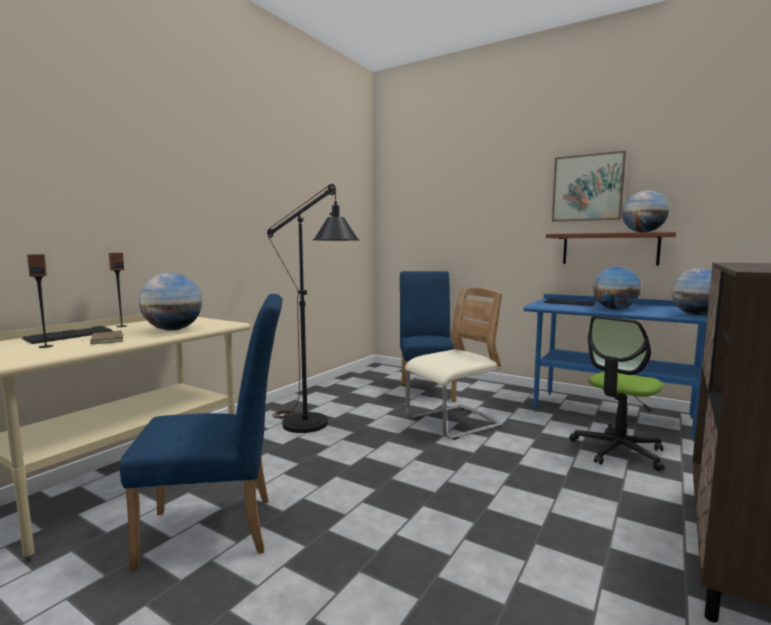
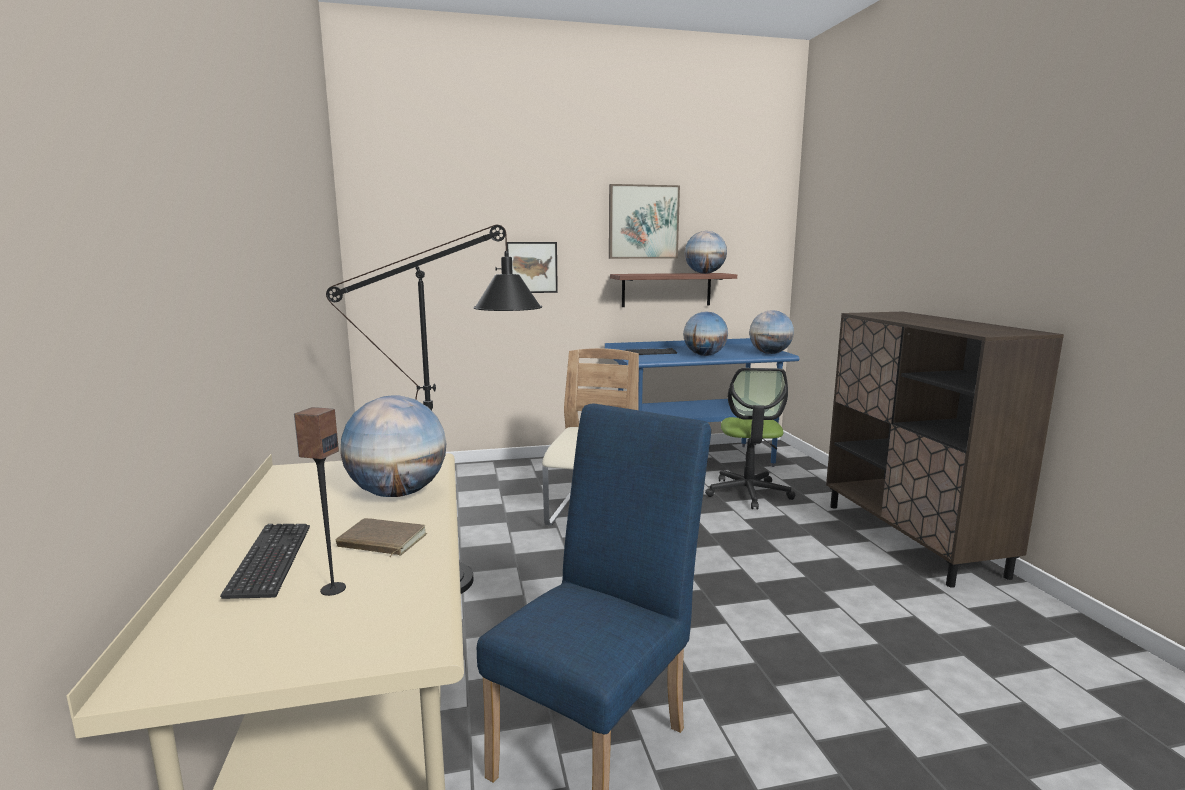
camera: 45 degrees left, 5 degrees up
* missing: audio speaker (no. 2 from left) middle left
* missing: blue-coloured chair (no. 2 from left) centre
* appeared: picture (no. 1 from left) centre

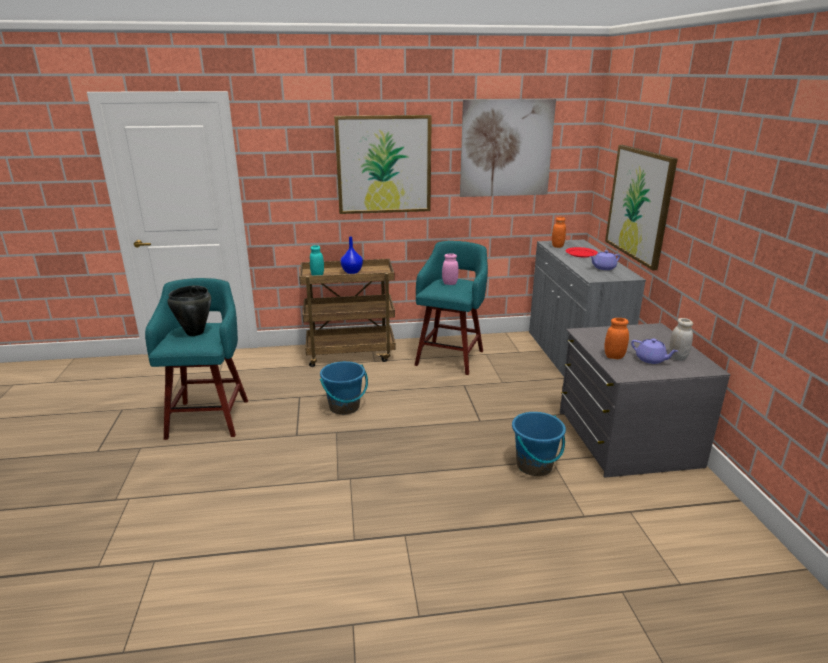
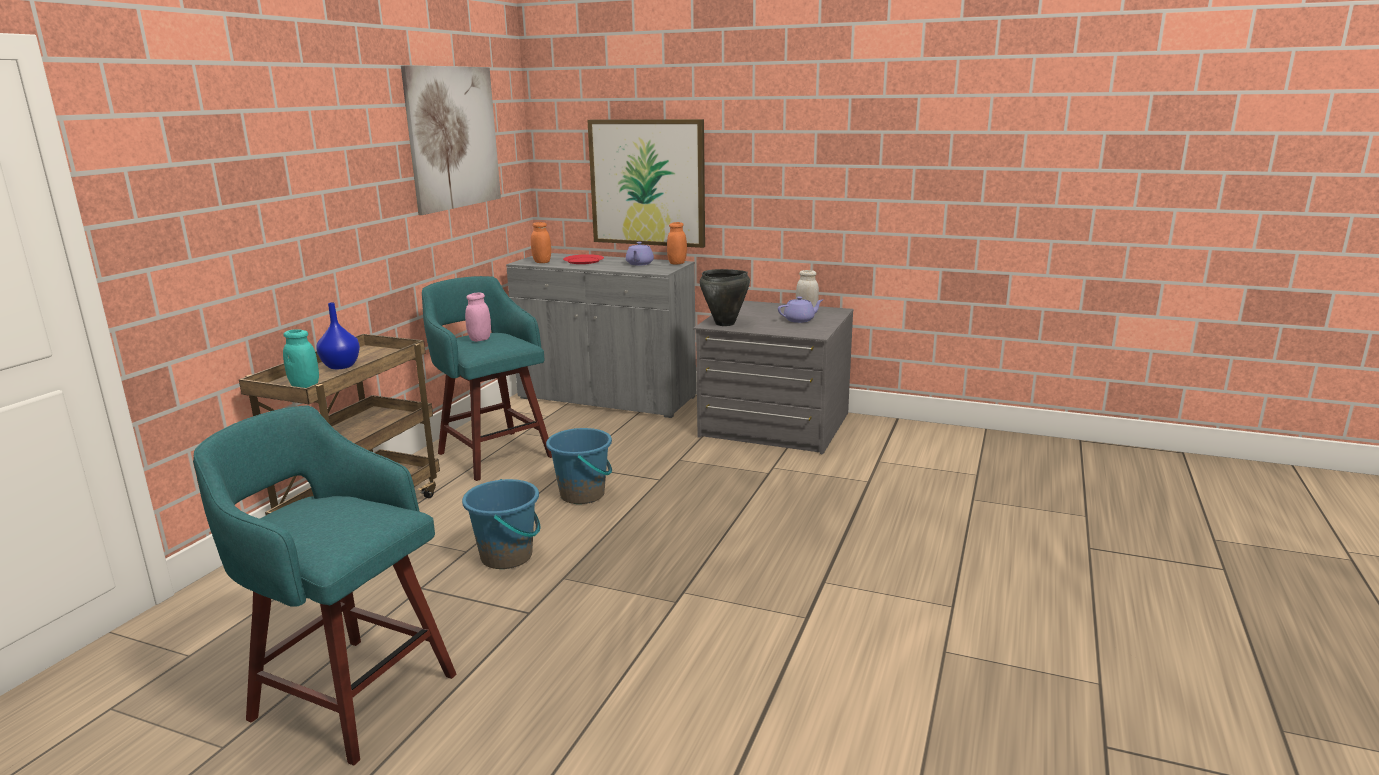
camera: 60 degrees left, 5 degrees down
* missing: picture (no. 1 from left) top centre
* relocated: blackish stockpot middle left to centre
* relocated: orangey storage jar (no. 2 from left) middle right to top centre
* relocated: blue-coloured water bucket (no. 2 from left) bottom centre to centre

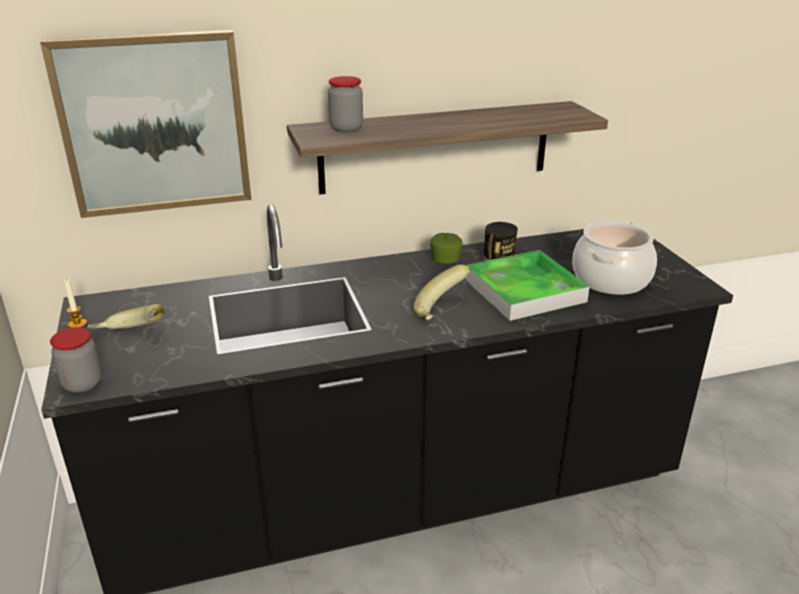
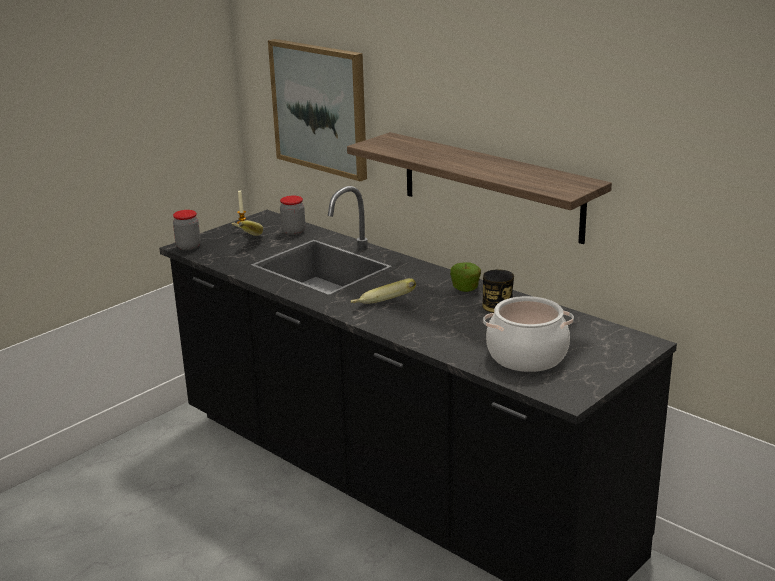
camera: 60 degrees right, 5 degrees down
* relocated: storage jar (no. 2 from left) top centre to centre
* missing: tray centre

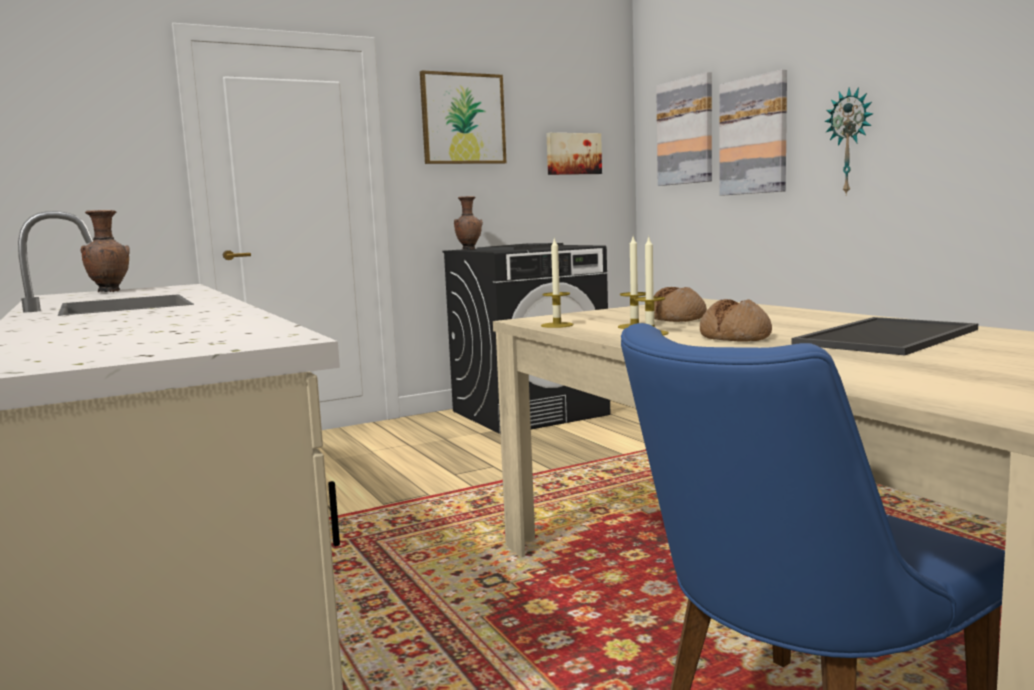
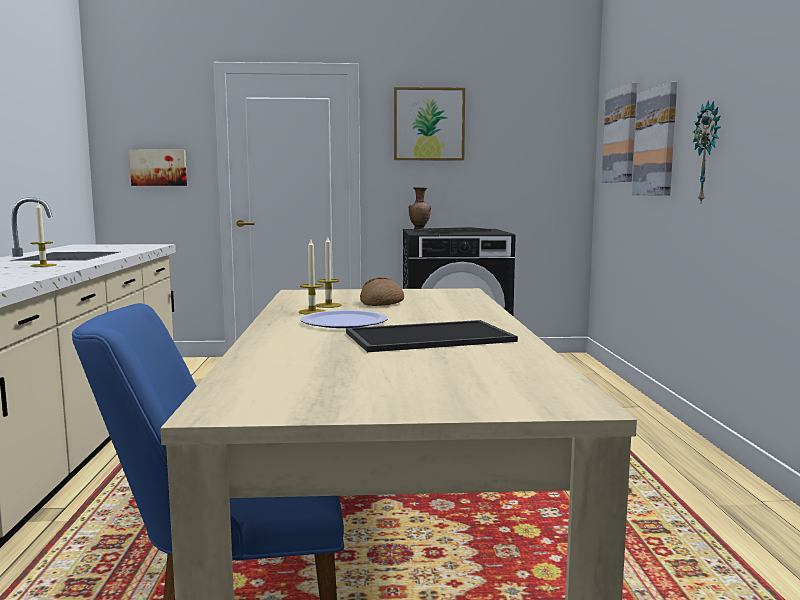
camera: 25 degrees right, 0 degrees up
* relocated: picture (no. 2 from left in the first image) top centre to picture (no. 1 from left) top left
* missing: brown-coloured decorative vase (no. 1 from left) middle left
* relocated: wax light (no. 1 from left) centre to middle left
* exchanged: bakery bread (no. 2 from left) middle right to flat dish centre

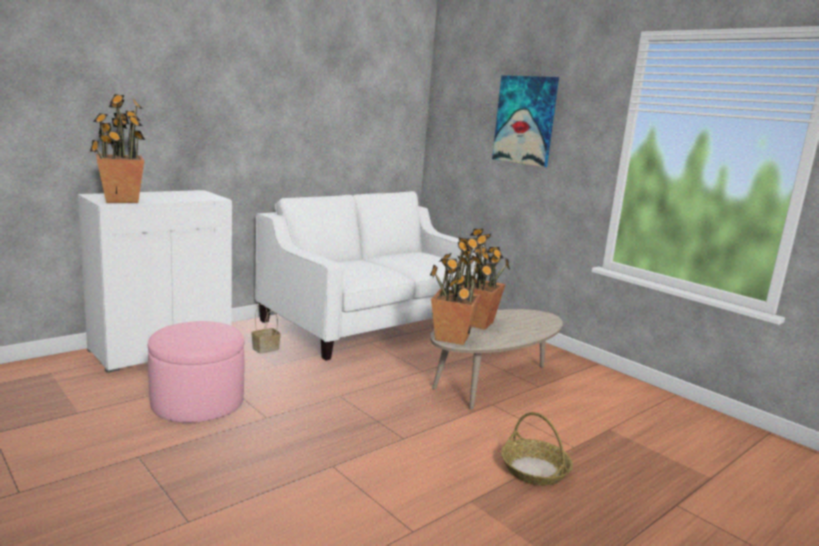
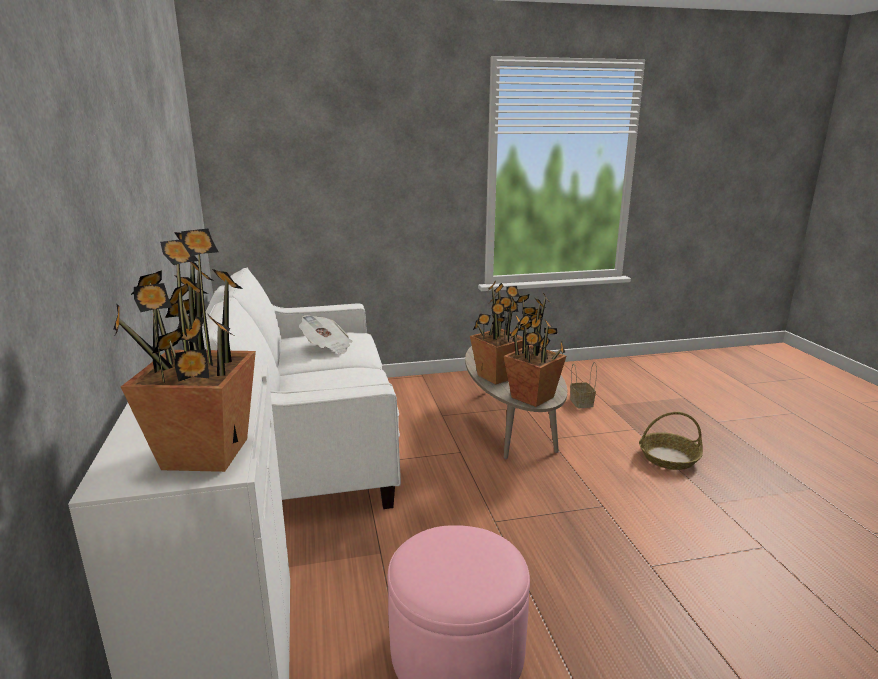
camera: 60 degrees left, 5 degrees up
* missing: picture top centre
* relocated: storage basket (no. 1 from left) middle left to centre
* appeared: newspaper centre

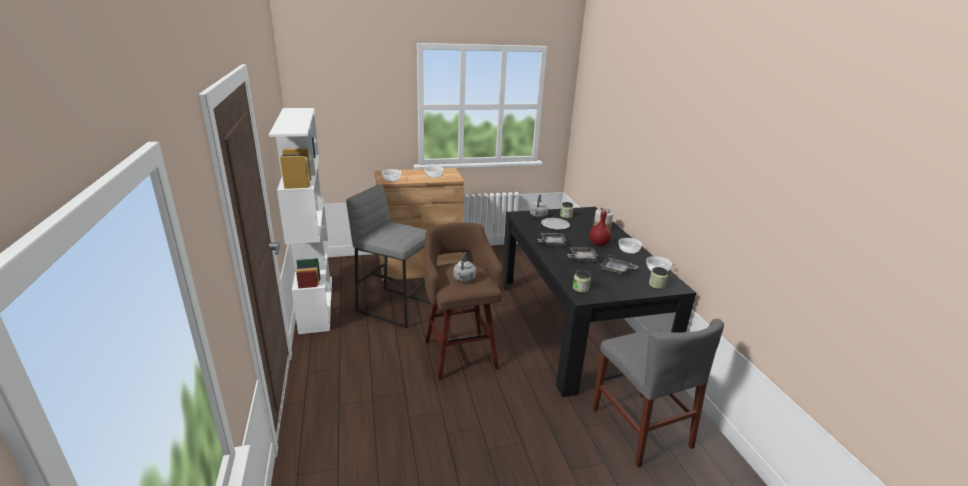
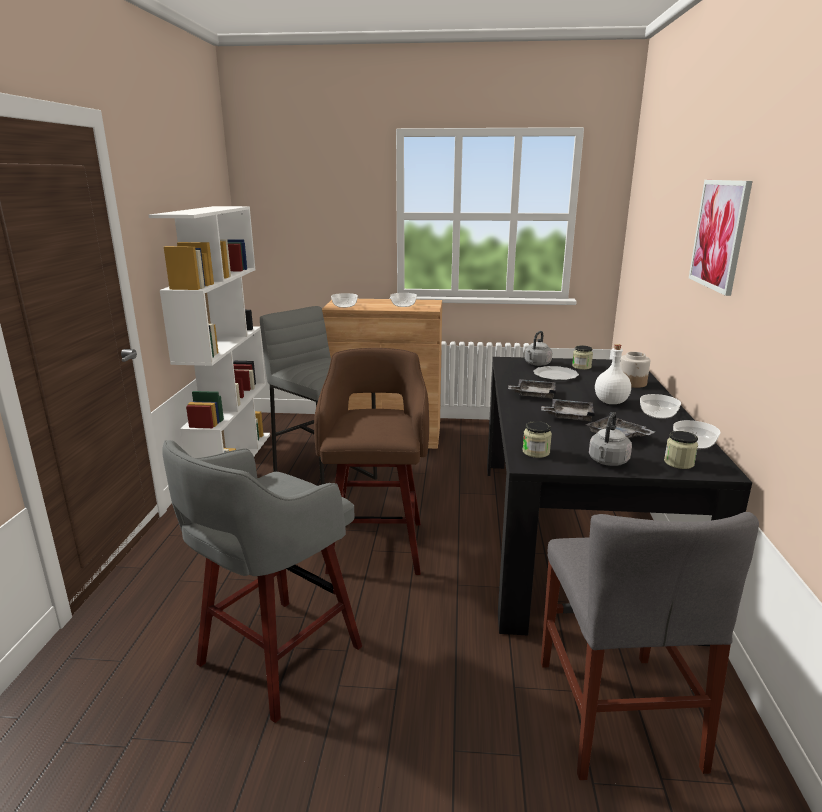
camera: 20 degrees right, 5 degrees down
* colour: red beverage bottle centre to white beverage bottle middle right
* relocated: greyish tea kettle (no. 1 from left in the first image) centre to greyish tea kettle (no. 2 from left) middle right
* appeared: picture top right
* appeared: greyish stool (no. 1 from left) bottom left

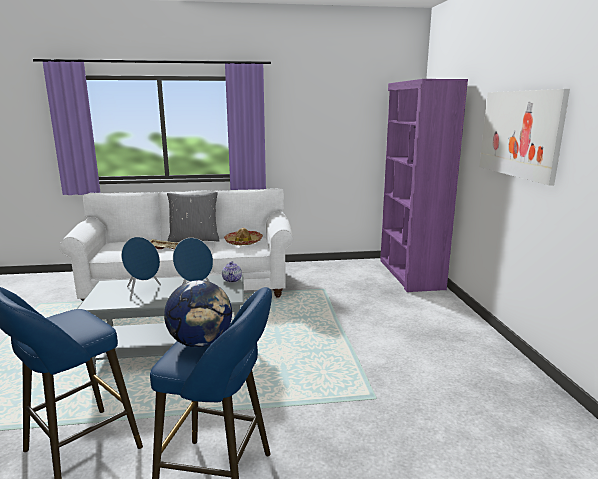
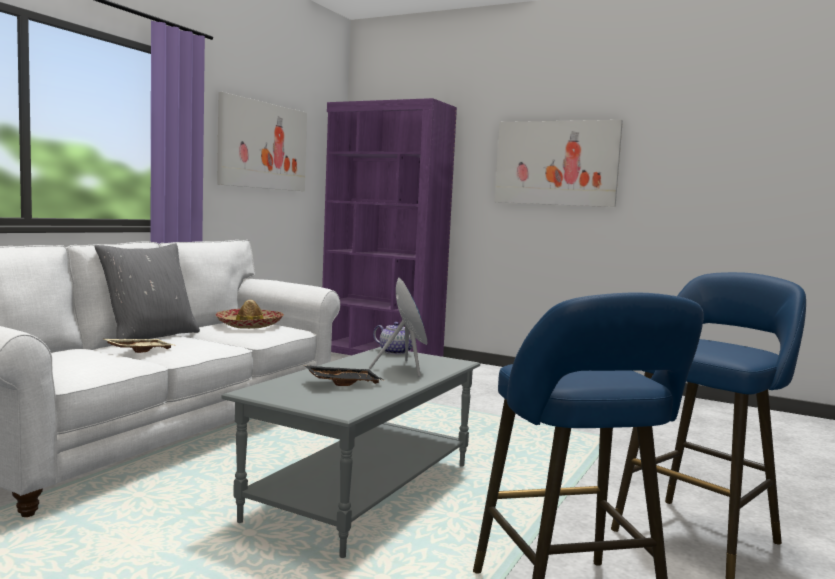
camera: 55 degrees left, 10 degrees down
* exchanged: blue-coloured audio speaker (no. 1 from left) middle left to blackish tray centre
* missing: world globe middle left
* appeared: picture (no. 1 from left) top left

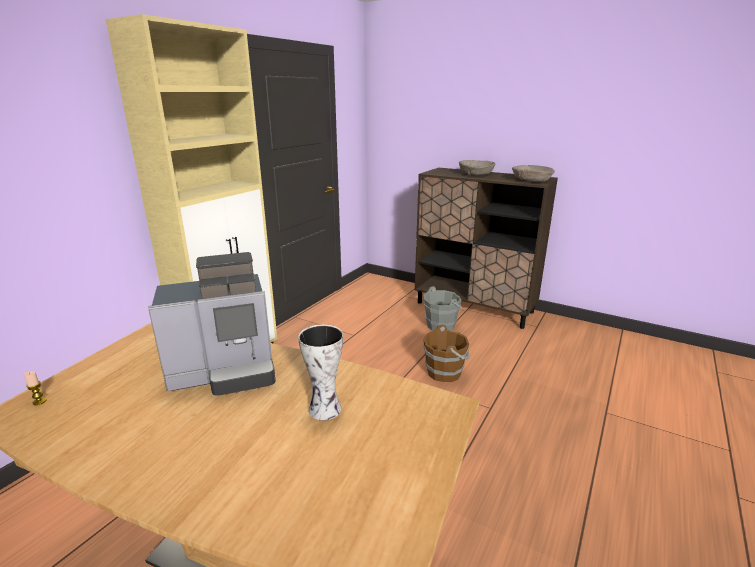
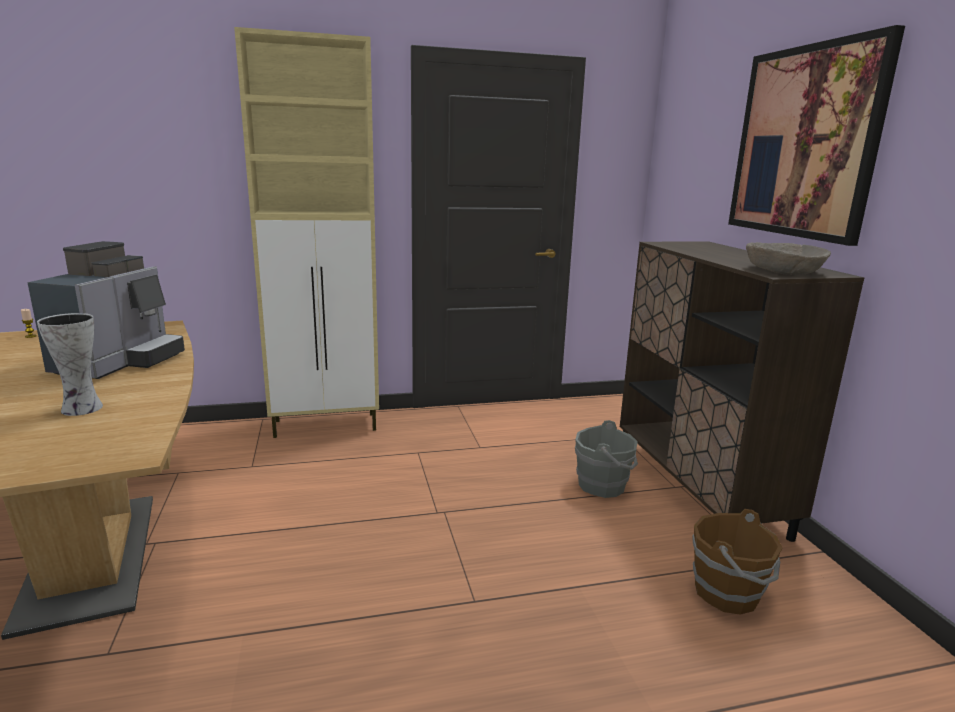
camera: 45 degrees right, 5 degrees down
* missing: beige bowl (no. 1 from left) top centre
* spun: coffee machine middle left = middle left 105 degrees counterclockwise
* relocated: brown-coloured water bucket centre to bottom right
* appeared: picture top right

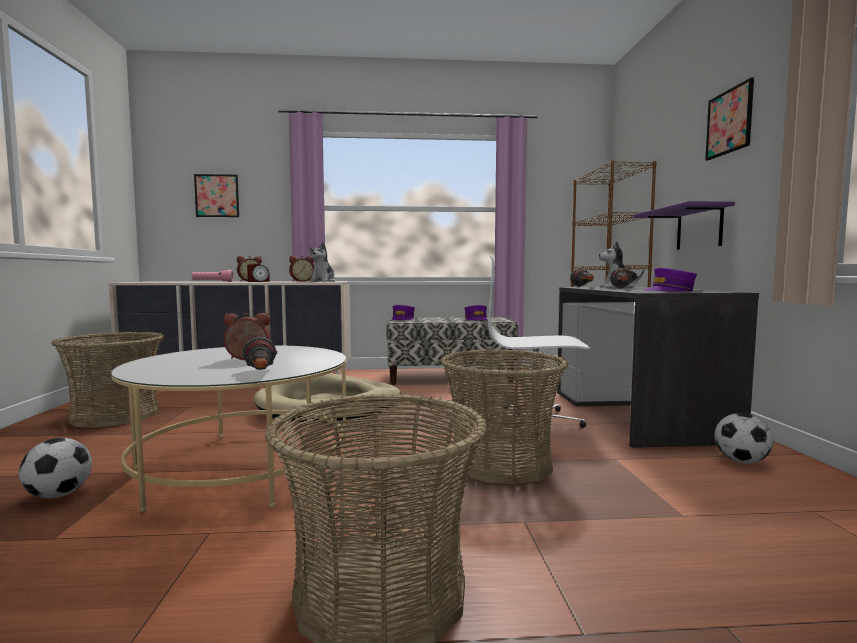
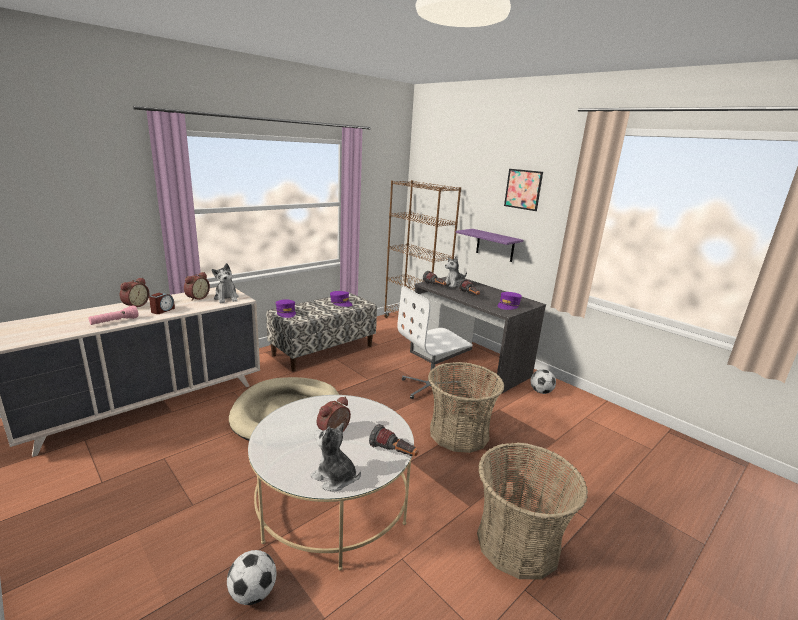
camera: 40 degrees left, 15 degrees up
* missing: picture (no. 1 from left) top left
* missing: storage basket (no. 1 from left) middle left
* appeared: plush toy (no. 2 from left) bottom centre

